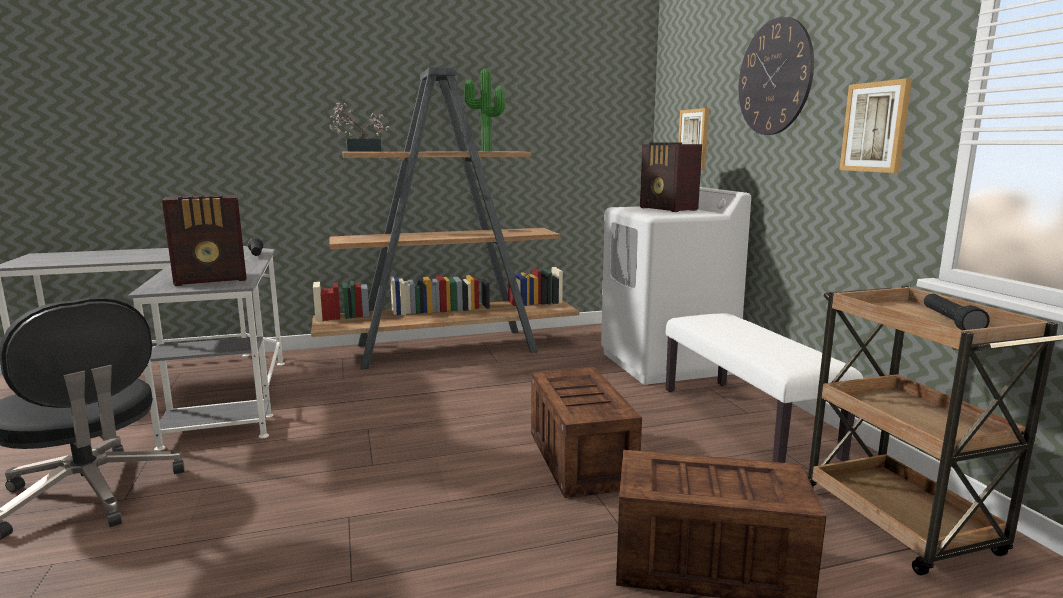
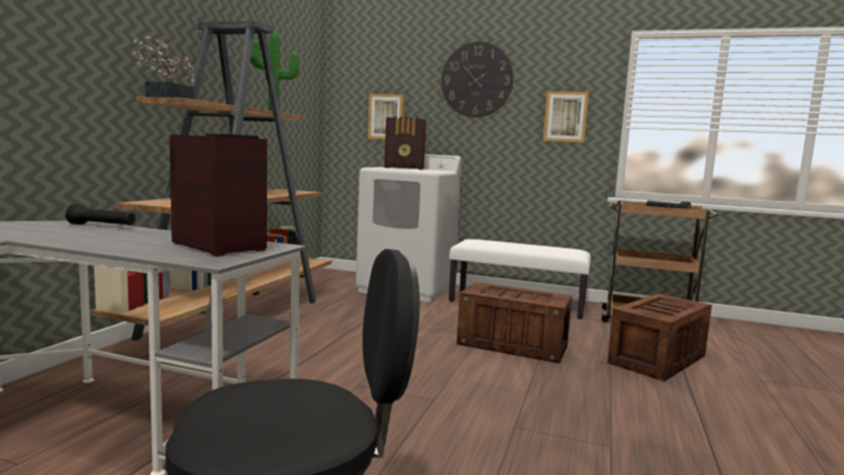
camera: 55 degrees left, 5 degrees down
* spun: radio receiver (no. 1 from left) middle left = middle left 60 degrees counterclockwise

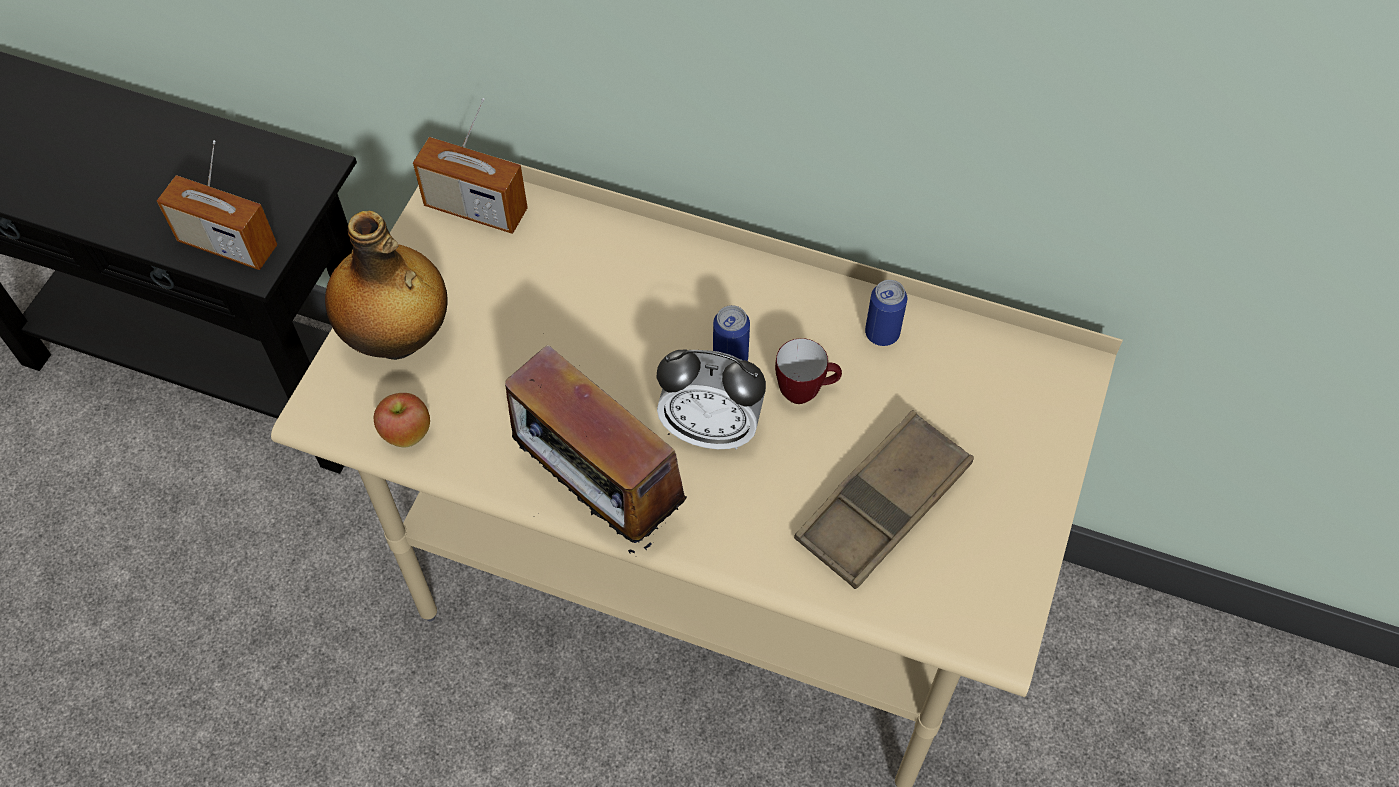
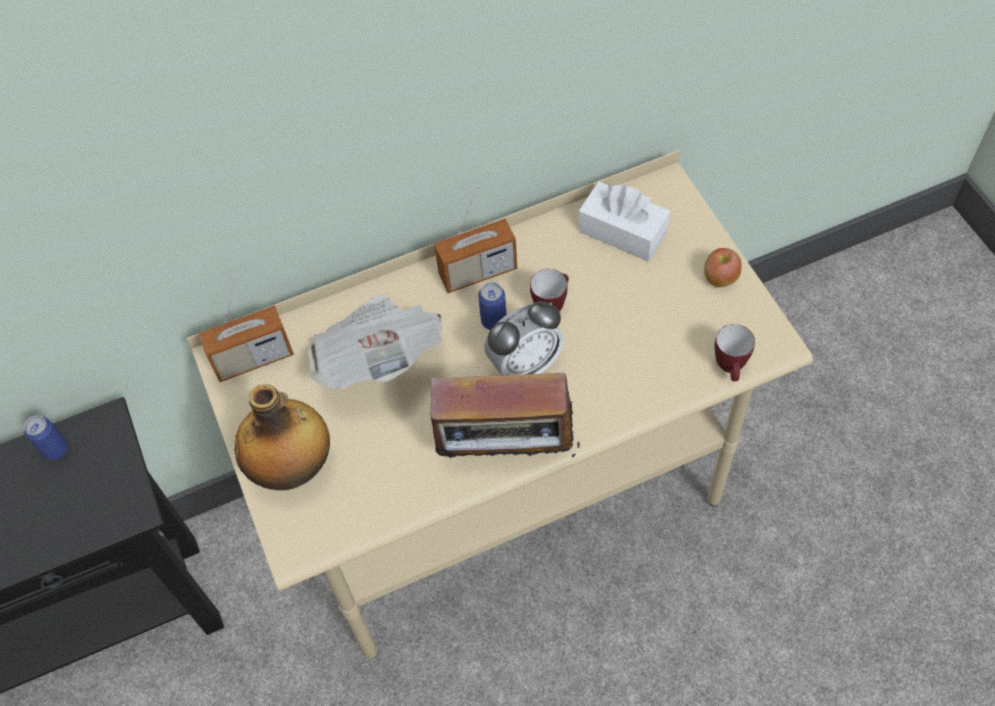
camera: 40 degrees left, 0 degrees up
* relocated: radio receiver (no. 1 from left in the first image) top left to radio receiver (no. 2 from left) centre
* relocated: metal can (no. 2 from left in the first image) centre to metal can (no. 1 from left) middle left
* relocated: apple middle left to middle right
* missing: brown-coloured tray centre
* appeared: white box of tissues top centre
* appeared: newspaper centre
* appeared: coffee mug (no. 2 from left) middle right

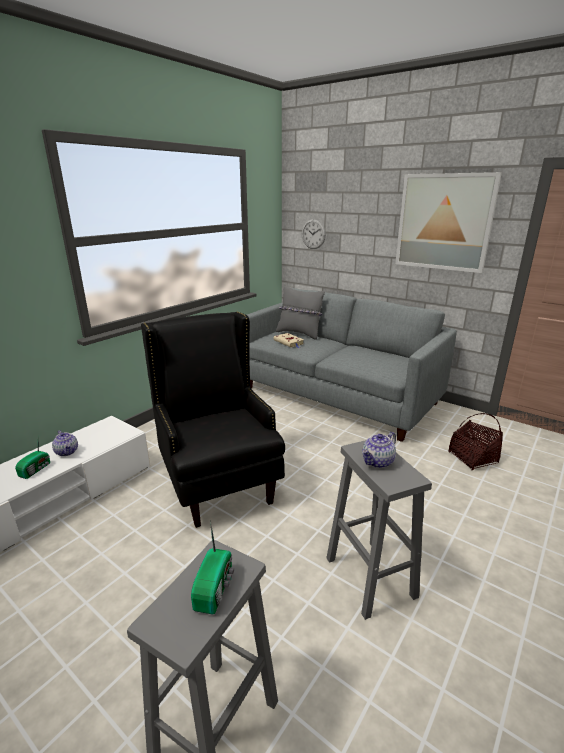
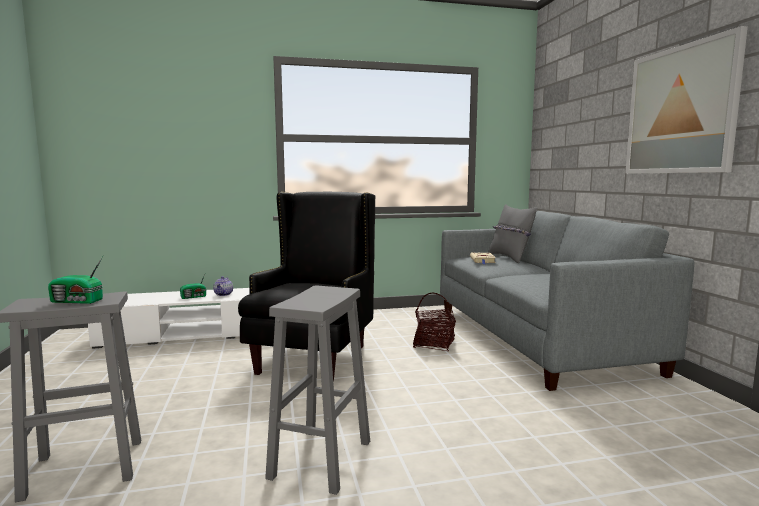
camera: 40 degrees right, 15 degrees down
* missing: wall clock top centre
* relocated: storage basket middle right to centre
* missing: pot for tea (no. 2 from left) middle right
* spun: radio receiver (no. 2 from left in the first image) bottom centre = middle left 45 degrees clockwise

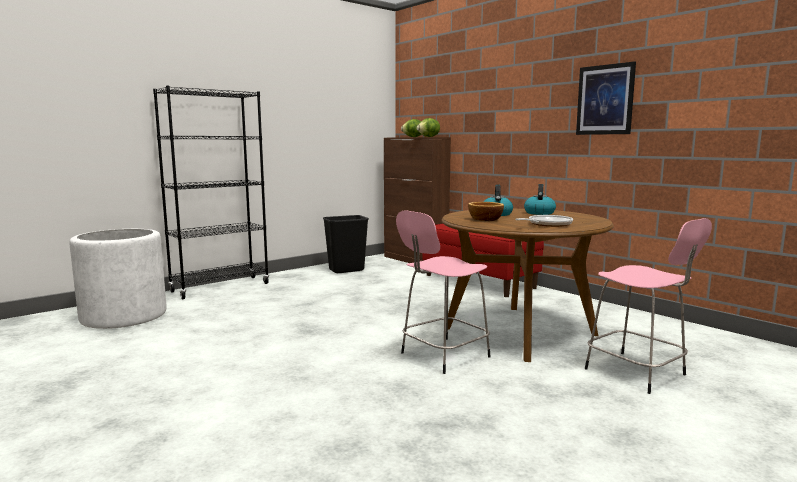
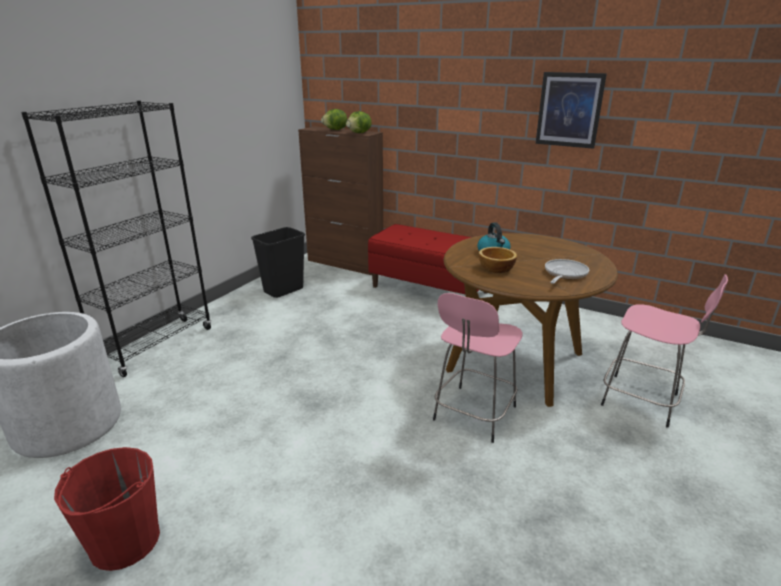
camera: 20 degrees left, 15 degrees up
* missing: tea kettle (no. 2 from left) middle right
* appeared: red water bucket bottom left

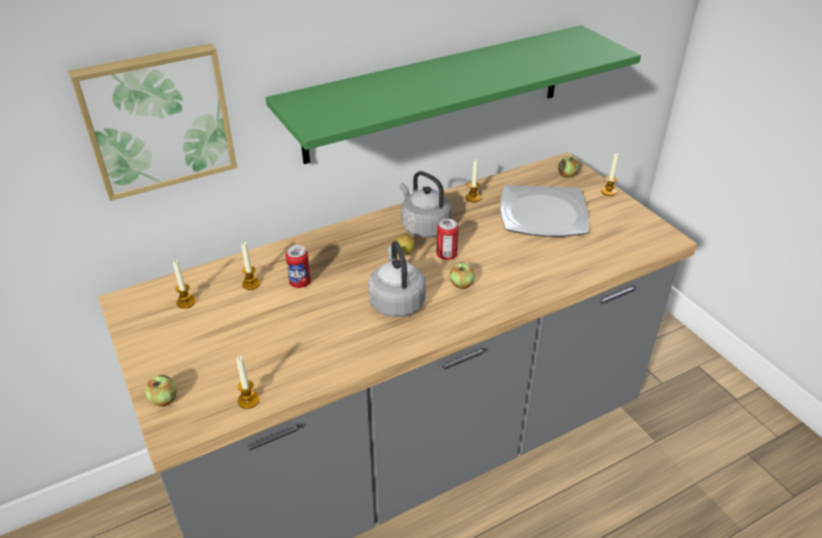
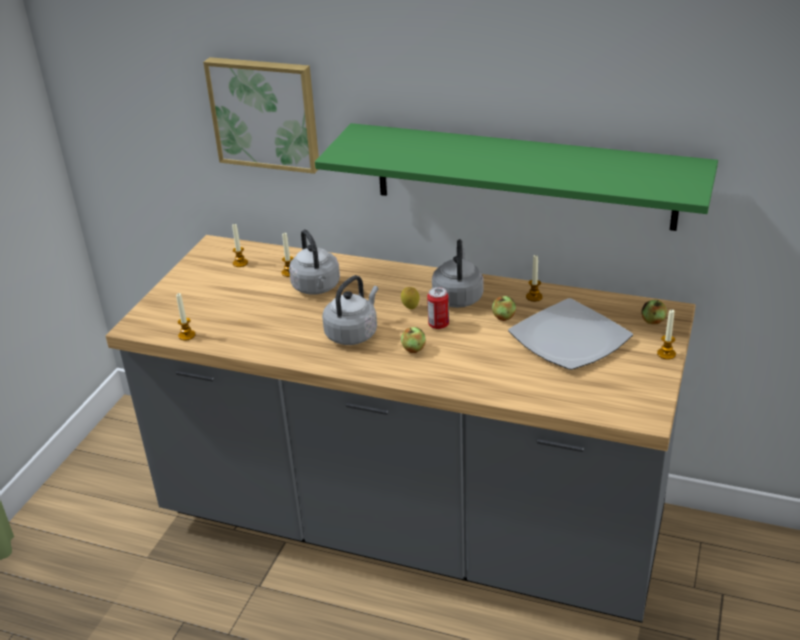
camera: 50 degrees right, 5 degrees down
* exchanged: metal can (no. 1 from left) centre to greyish tea kettle (no. 1 from left) centre
* relocated: apple (no. 1 from left in the first image) bottom left to apple (no. 2 from left) centre

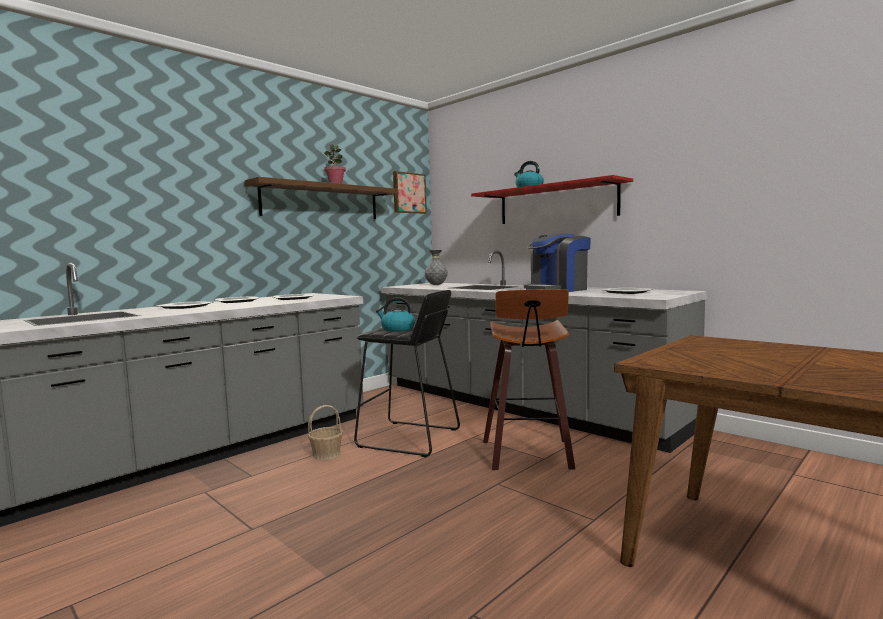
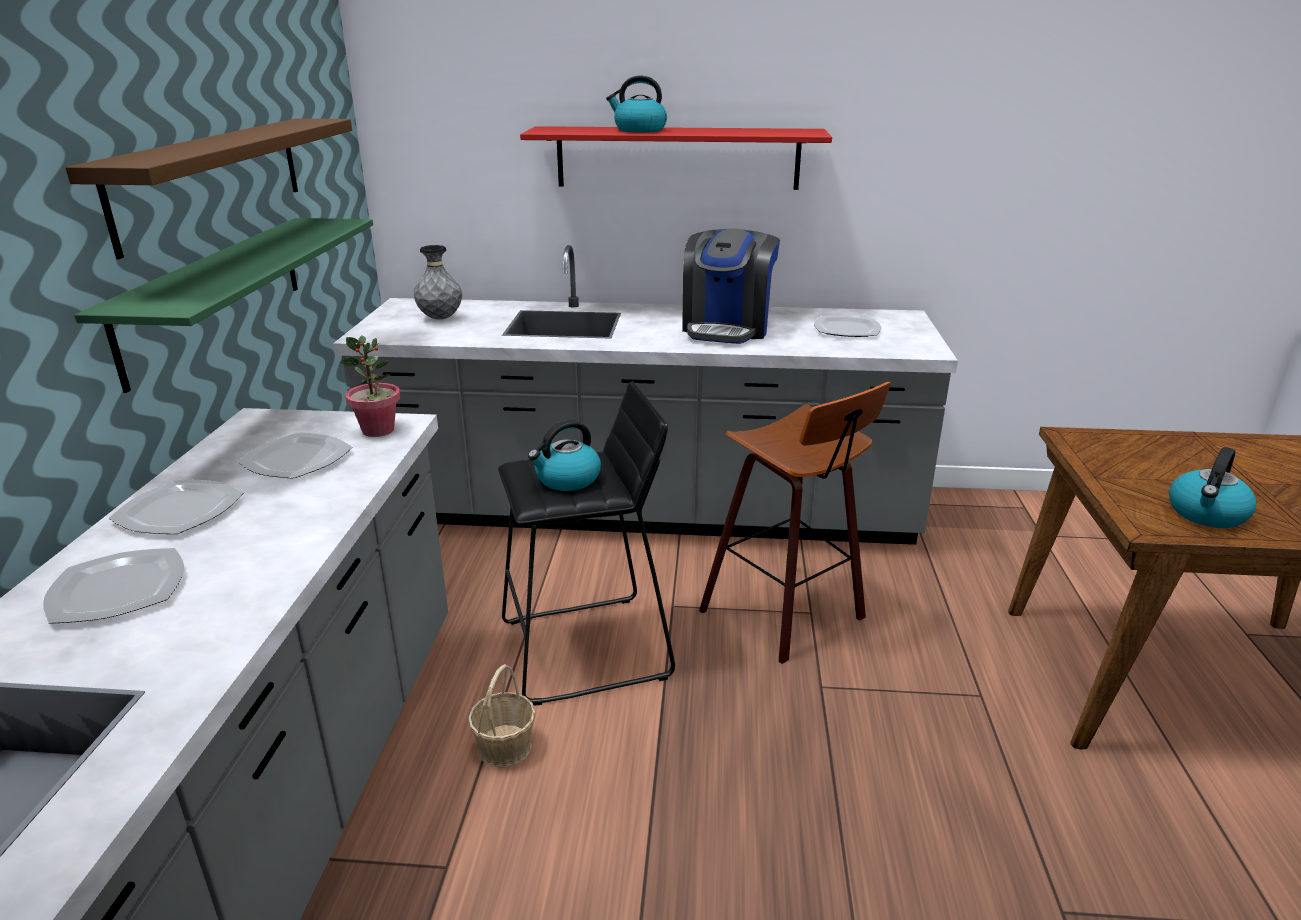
camera: 40 degrees left, 20 degrees up
* relocated: plant in a pot top centre to middle left
* missing: picture top centre
* appeared: green wall shelf top left
* appeared: tea kettle (no. 3 from left) middle right

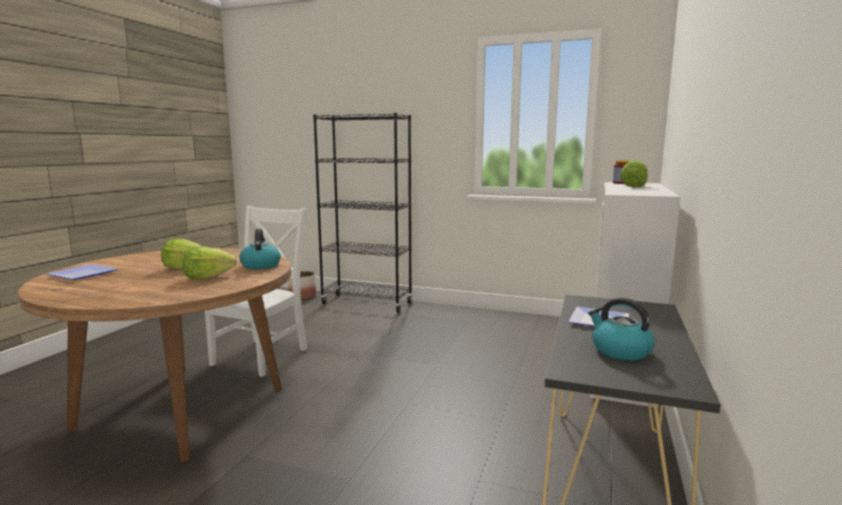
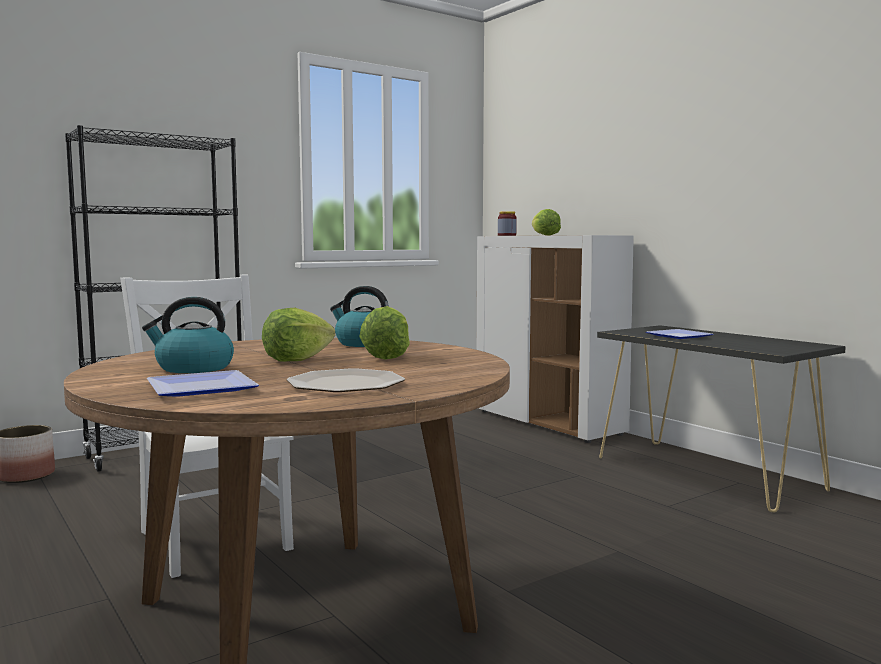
camera: 55 degrees left, 5 degrees down
* relocated: tea kettle (no. 2 from left in the first image) middle right to tea kettle (no. 1 from left) middle left
* appeared: flat dish (no. 2 from left) centre

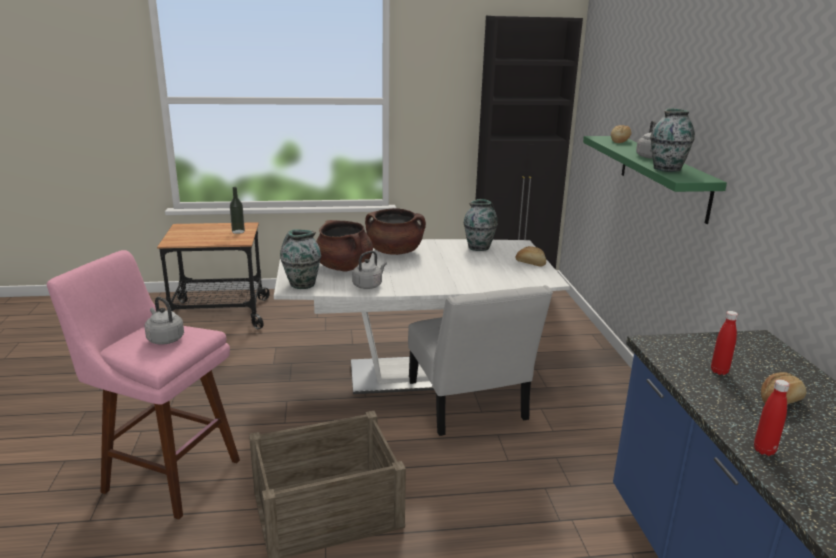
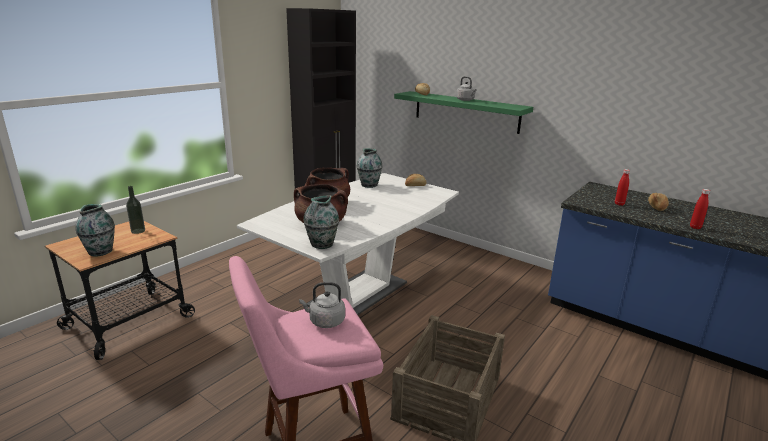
camera: 45 degrees left, 0 degrees up
* relocated: decorative vase (no. 3 from left in the first image) top right to decorative vase (no. 1 from left) middle left
* missing: greyish tea kettle (no. 2 from left) centre
* missing: white chair centre

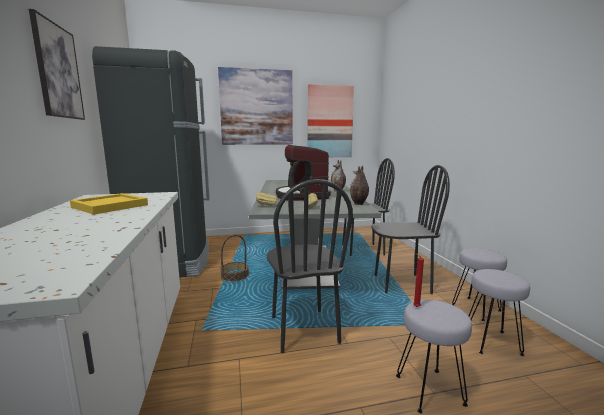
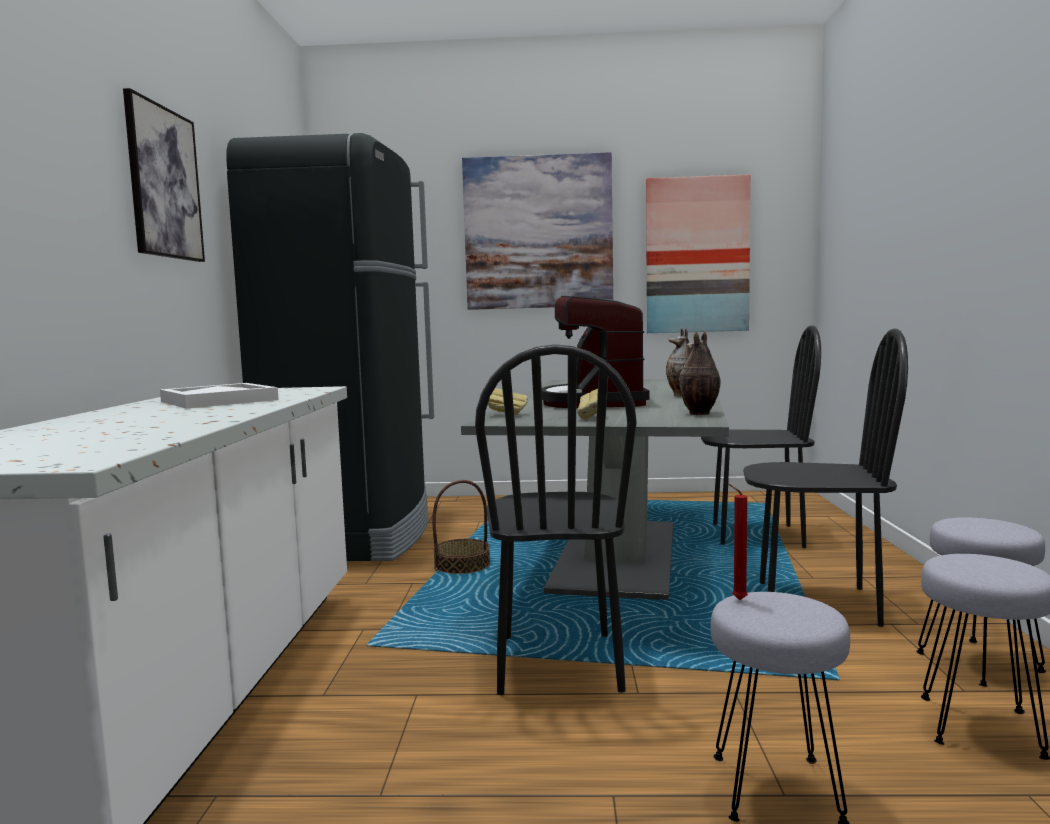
camera: 15 degrees right, 5 degrees down
* colour: yellowish tray middle left to white tray middle left

